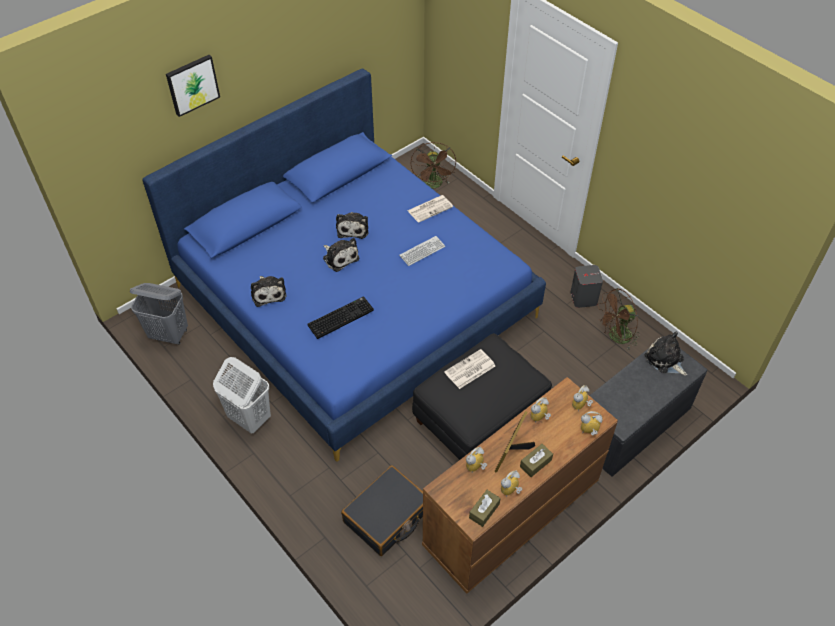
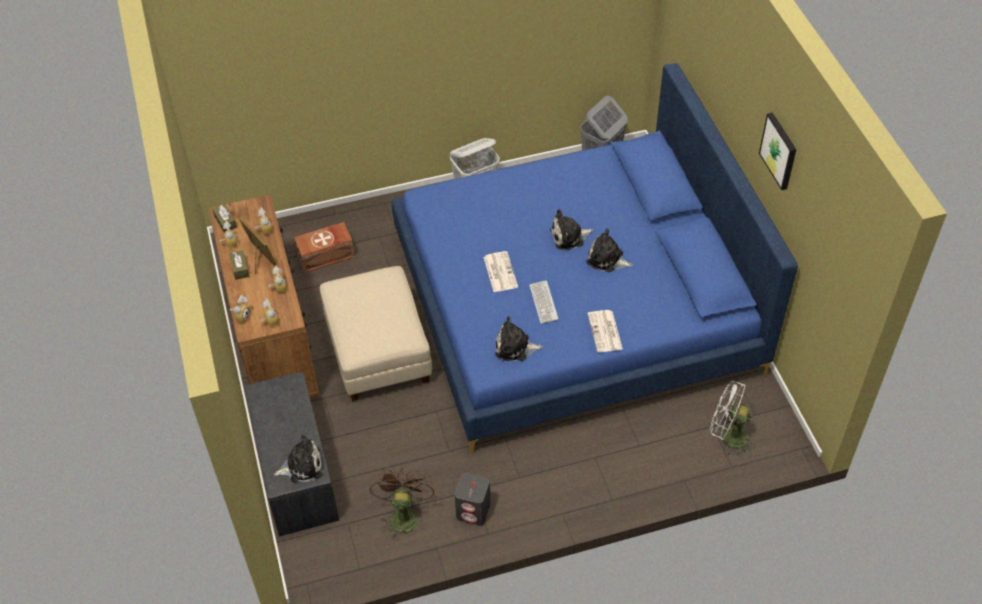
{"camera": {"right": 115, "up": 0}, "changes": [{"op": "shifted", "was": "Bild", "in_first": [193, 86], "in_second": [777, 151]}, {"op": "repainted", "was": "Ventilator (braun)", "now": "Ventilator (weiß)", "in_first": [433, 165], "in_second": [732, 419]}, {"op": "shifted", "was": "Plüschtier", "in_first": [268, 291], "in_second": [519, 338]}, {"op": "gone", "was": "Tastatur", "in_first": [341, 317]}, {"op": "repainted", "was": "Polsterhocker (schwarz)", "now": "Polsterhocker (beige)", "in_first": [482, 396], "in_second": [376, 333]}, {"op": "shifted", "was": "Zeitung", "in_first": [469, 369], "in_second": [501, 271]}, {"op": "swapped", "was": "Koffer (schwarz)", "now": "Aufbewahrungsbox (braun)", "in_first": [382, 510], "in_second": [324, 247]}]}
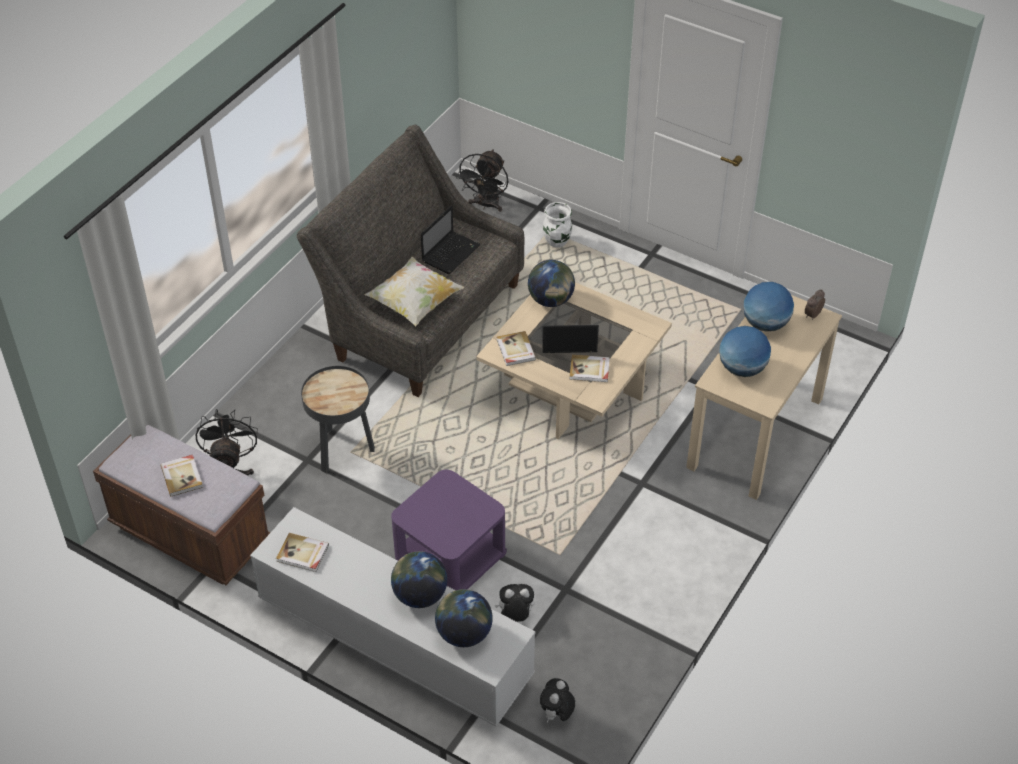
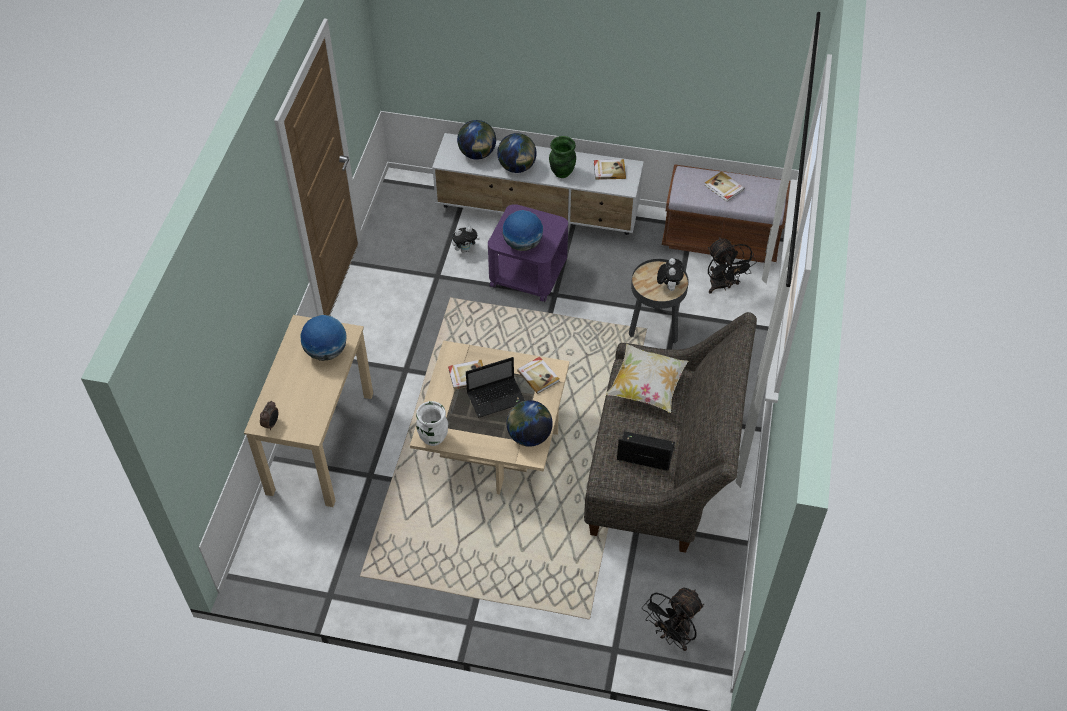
{"camera": {"right": 160, "up": 5}, "changes": [{"op": "rotated", "was": "Ventilator (schwarz)", "in_first": [482, 180], "in_second": [673, 619], "clockwise": -135}, {"op": "shifted", "was": "Vase (weiß)", "in_first": [557, 225], "in_second": [432, 423]}, {"op": "rotated", "was": "Laptop", "in_first": [450, 239], "in_second": [646, 451], "clockwise": 90}, {"op": "shifted", "was": "Globus", "in_first": [768, 307], "in_second": [523, 230]}, {"op": "shifted", "was": "Plüschtier", "in_first": [557, 700], "in_second": [670, 274]}, {"op": "new", "now": "Vase (grün)", "in_second": [562, 157]}]}
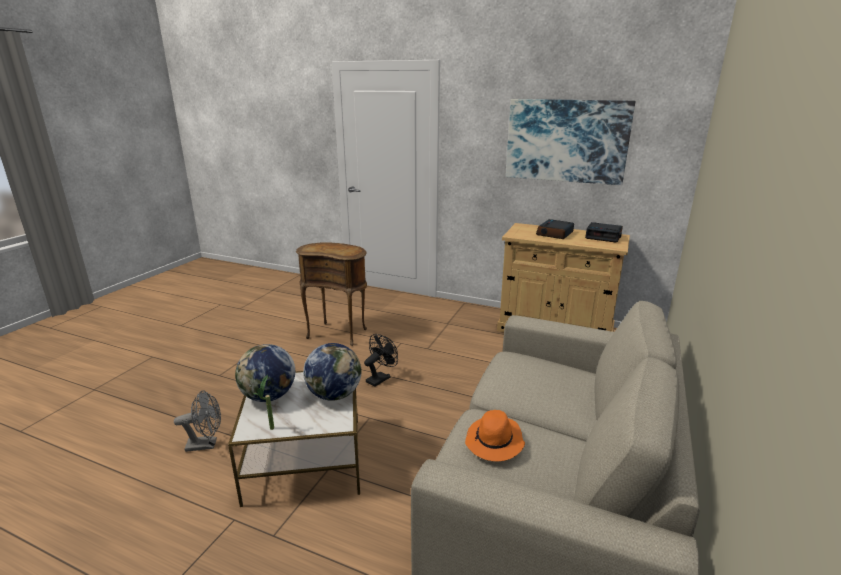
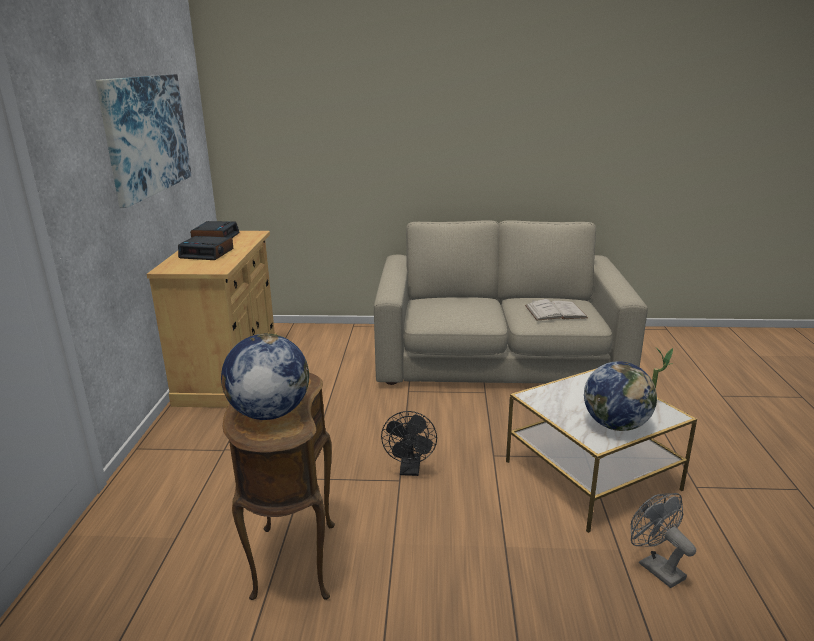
{"camera": {"right": -110, "up": 0}, "changes": [{"op": "rotated", "was": "Ventilator (schwarz)", "in_first": [381, 360], "in_second": [409, 443], "clockwise": -105}, {"op": "shifted", "was": "Globus", "in_first": [332, 372], "in_second": [265, 377]}, {"op": "swapped", "was": "Hut (orange)", "now": "Buch (weiß)", "in_first": [495, 436], "in_second": [556, 309]}]}
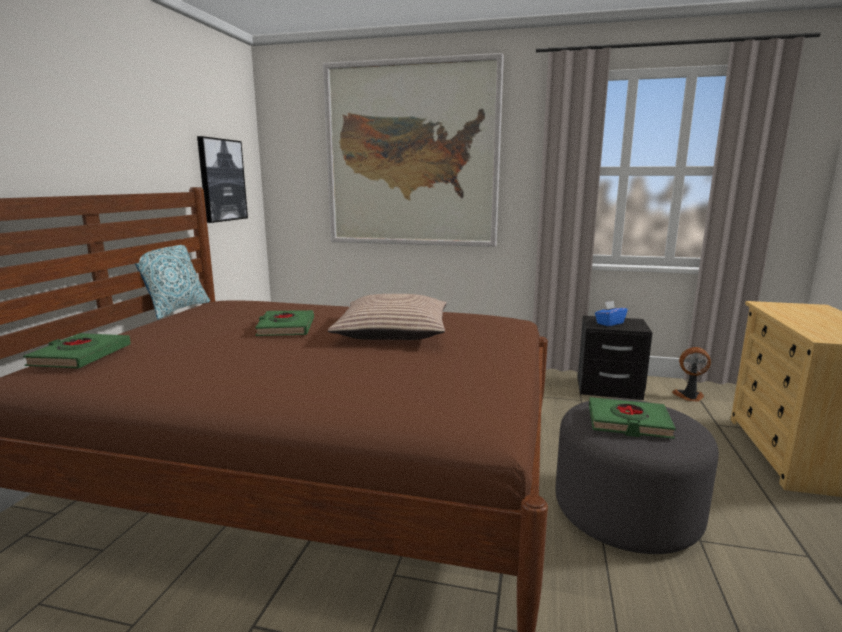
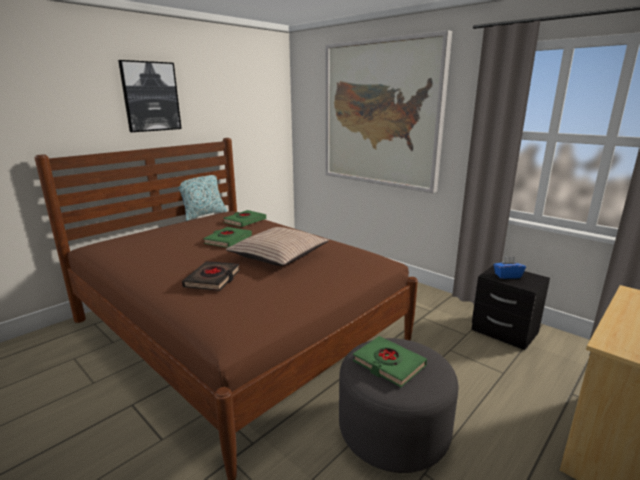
{"camera": {"right": 30, "up": 5}, "changes": [{"op": "shifted", "was": "Bild", "in_first": [222, 179], "in_second": [150, 96]}, {"op": "shifted", "was": "Buch (grün)", "in_first": [77, 351], "in_second": [244, 218]}, {"op": "gone", "was": "Ventilator", "in_first": [691, 374]}, {"op": "new", "now": "Buch (schwarz)", "in_second": [211, 276]}]}
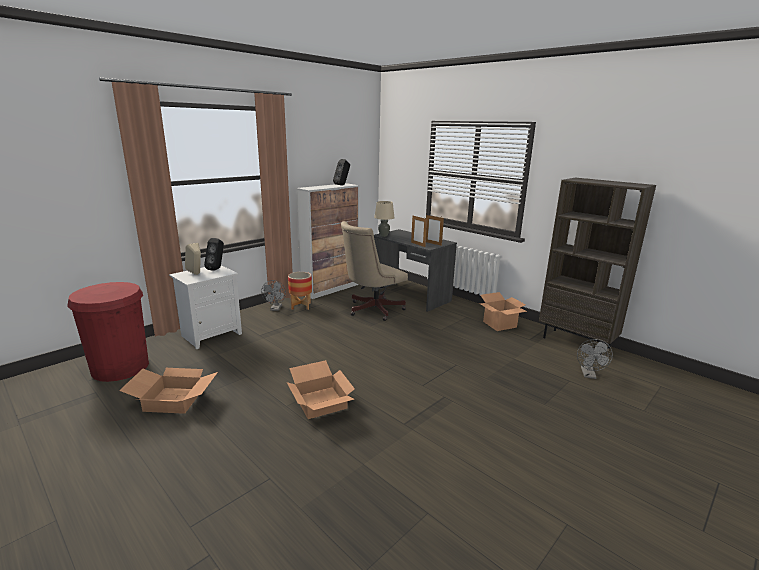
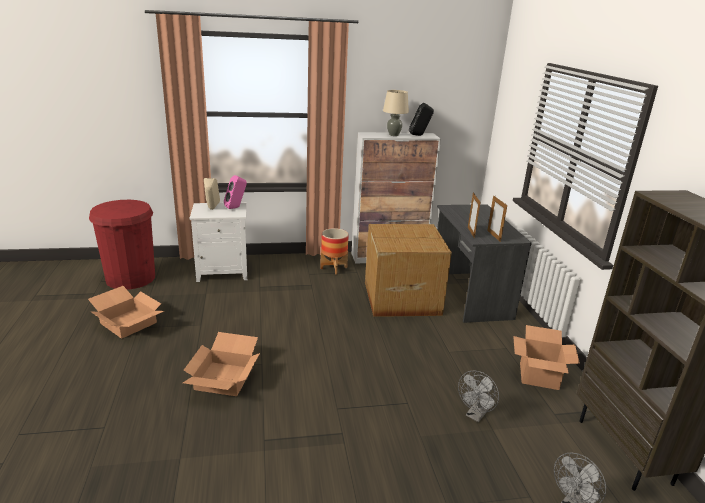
{"camera": {"right": 35, "up": 5}, "changes": [{"op": "shifted", "was": "Tischlampe (beige)", "in_first": [384, 219], "in_second": [396, 113]}, {"op": "swapped", "was": "Bürostuhl (beige)", "now": "Karton", "in_first": [374, 271], "in_second": [408, 270]}, {"op": "repainted", "was": "Lautsprecher (schwarz)", "now": "Lautsprecher (rosa)", "in_first": [214, 254], "in_second": [235, 192]}, {"op": "shifted", "was": "Ventilator (grau)", "in_first": [273, 295], "in_second": [478, 396]}]}
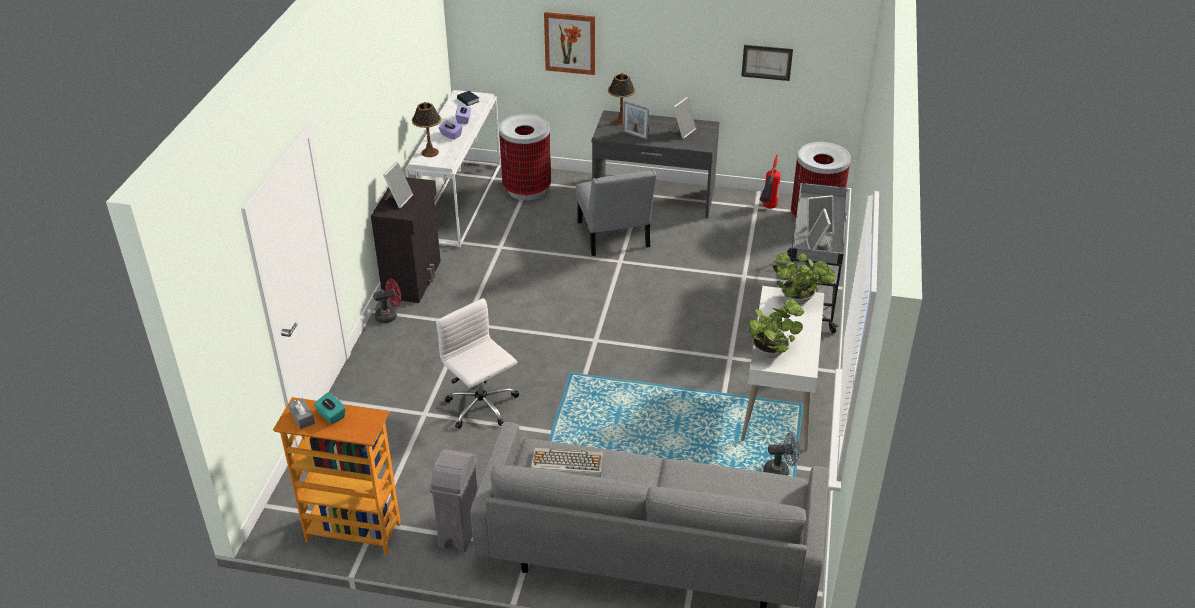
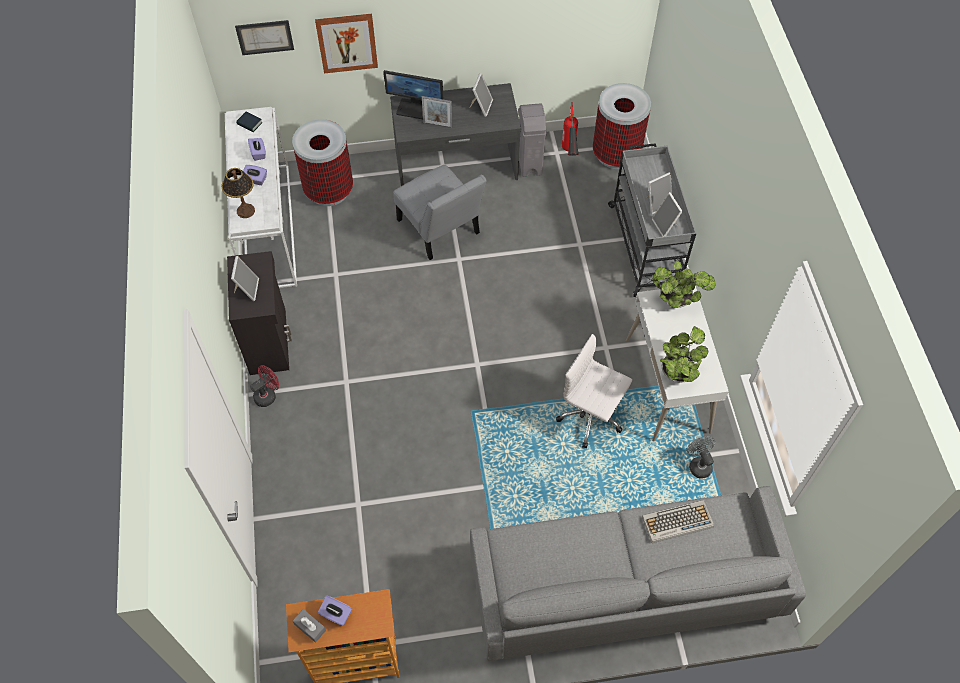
{"camera": {"right": -20, "up": 20}, "changes": [{"op": "shifted", "was": "Bild", "in_first": [767, 63], "in_second": [264, 37]}, {"op": "swapped", "was": "Tischlampe", "now": "Monitor", "in_first": [622, 99], "in_second": [413, 94]}, {"op": "shifted", "was": "Bürostuhl (weiß)", "in_first": [477, 363], "in_second": [594, 391]}, {"op": "repainted", "was": "Taschentuchbox (türkis)", "now": "Taschentuchbox (lila)", "in_first": [329, 408], "in_second": [335, 610]}, {"op": "rotated", "was": "Ventilator (grau)", "in_first": [782, 454], "in_second": [701, 457], "clockwise": -90}, {"op": "shifted", "was": "Tastatur", "in_first": [567, 462], "in_second": [678, 521]}, {"op": "shifted", "was": "Mülleimer (grau)", "in_first": [453, 500], "in_second": [532, 140]}]}
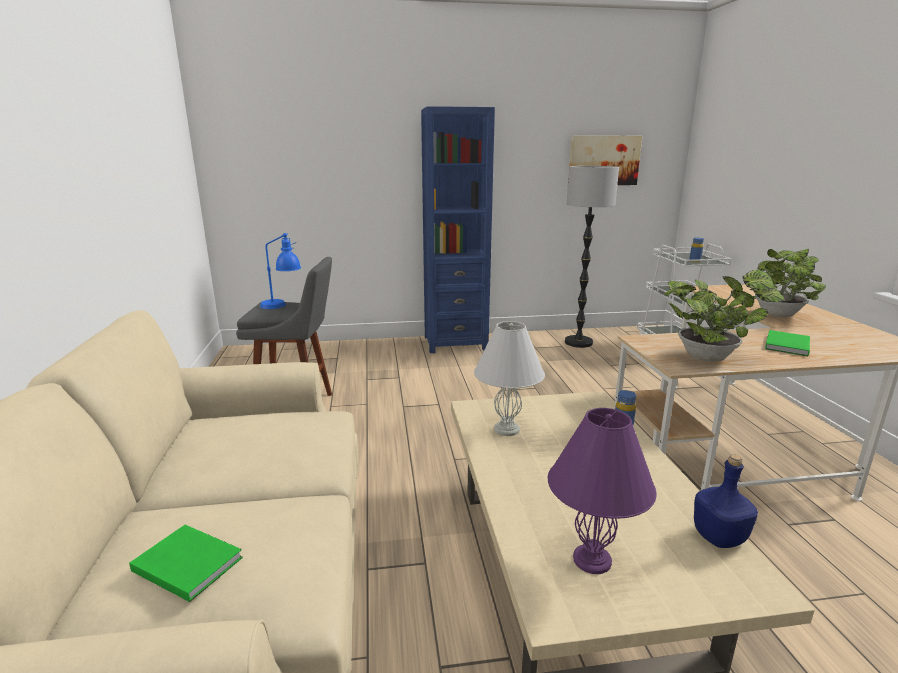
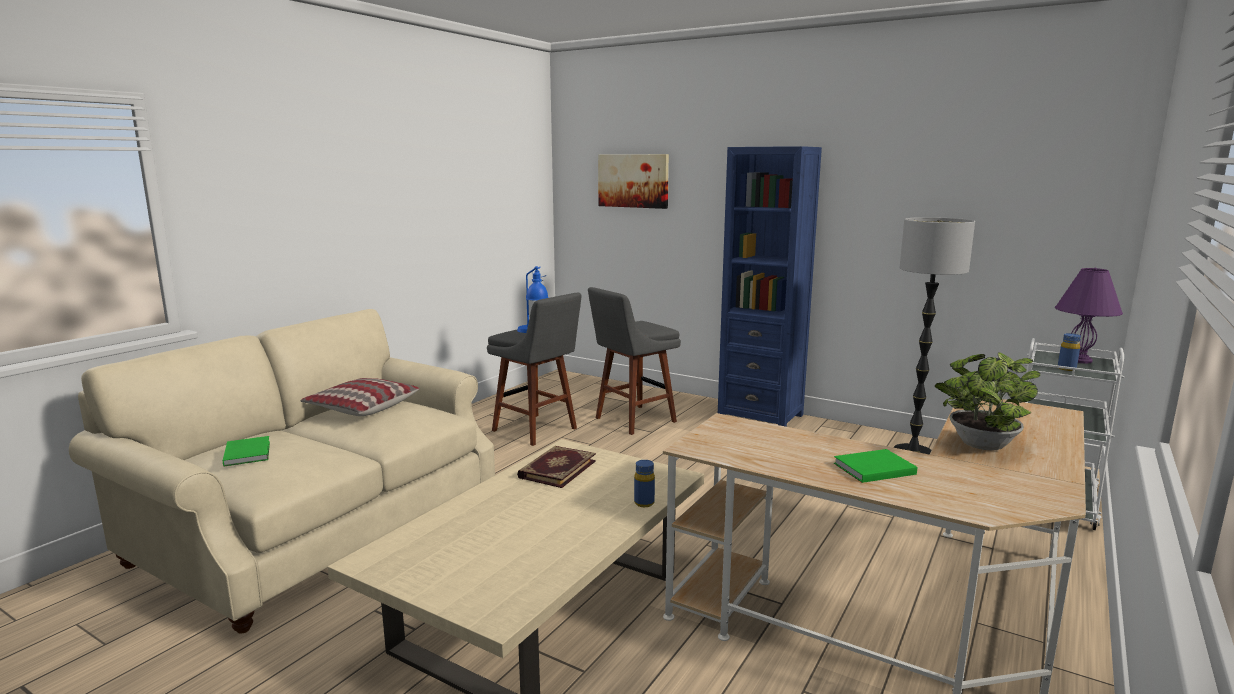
{"camera": {"right": 40, "up": -5}, "changes": [{"op": "shifted", "was": "Bild", "in_first": [605, 160], "in_second": [633, 181]}, {"op": "gone", "was": "Topfpflanze", "in_first": [725, 316]}, {"op": "swapped", "was": "Tischlampe (weiß)", "now": "Buch", "in_first": [509, 378], "in_second": [556, 467]}, {"op": "shifted", "was": "Tischlampe (lila)", "in_first": [602, 491], "in_second": [1089, 315]}, {"op": "gone", "was": "Flasche (blau)", "in_first": [726, 501]}, {"op": "new", "now": "Hocker (grau)", "in_second": [634, 361]}, {"op": "new", "now": "Kissen", "in_second": [360, 397]}]}
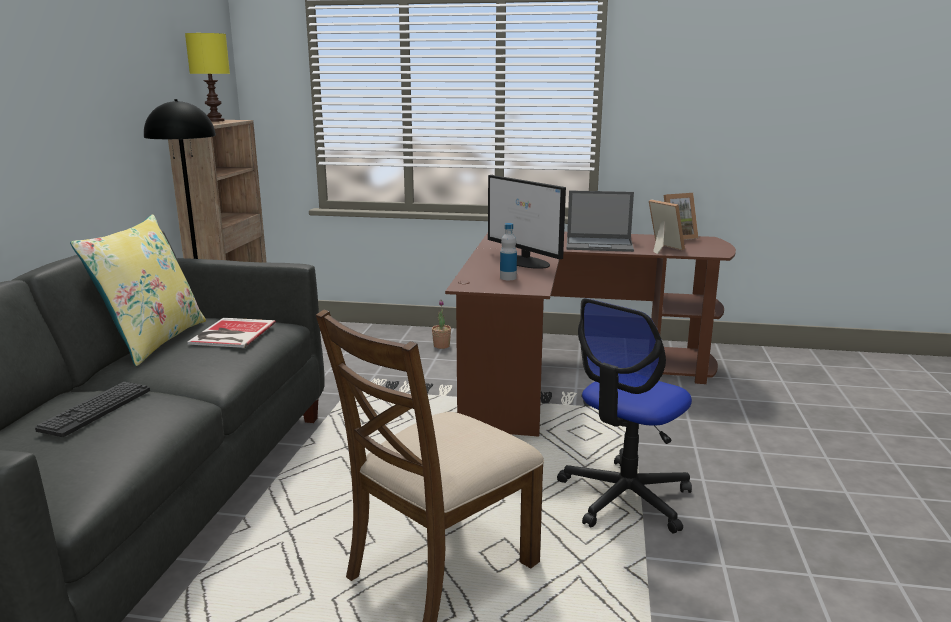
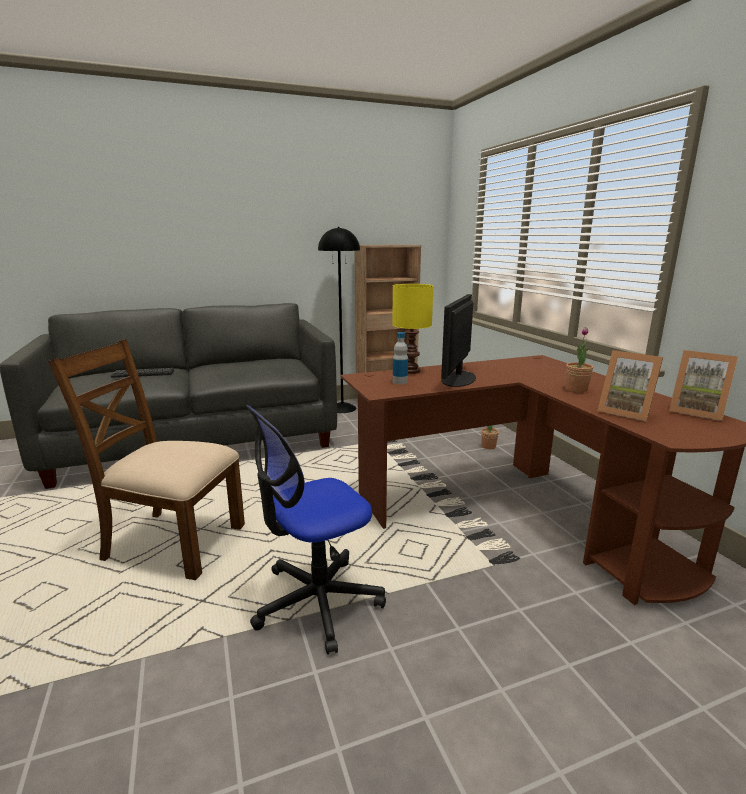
{"camera": {"right": 60, "up": 0}, "changes": [{"op": "shifted", "was": "Tischlampe (gelb)", "in_first": [207, 77], "in_second": [412, 329]}, {"op": "swapped", "was": "Laptop", "now": "Topfpflanze", "in_first": [600, 221], "in_second": [579, 360]}, {"op": "rotated", "was": "Bilderrahmen", "in_first": [667, 226], "in_second": [630, 385], "clockwise": 105}, {"op": "gone", "was": "Kissen (gelb)", "in_first": [138, 290]}, {"op": "rotated", "was": "Bürostuhl", "in_first": [624, 415], "in_second": [316, 530], "clockwise": -45}, {"op": "gone", "was": "Buch", "in_first": [232, 333]}]}
